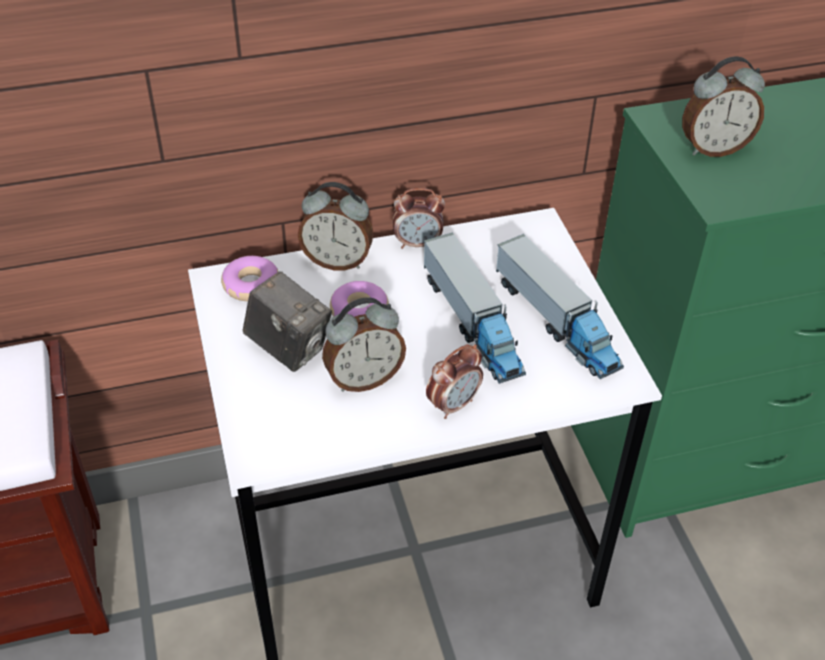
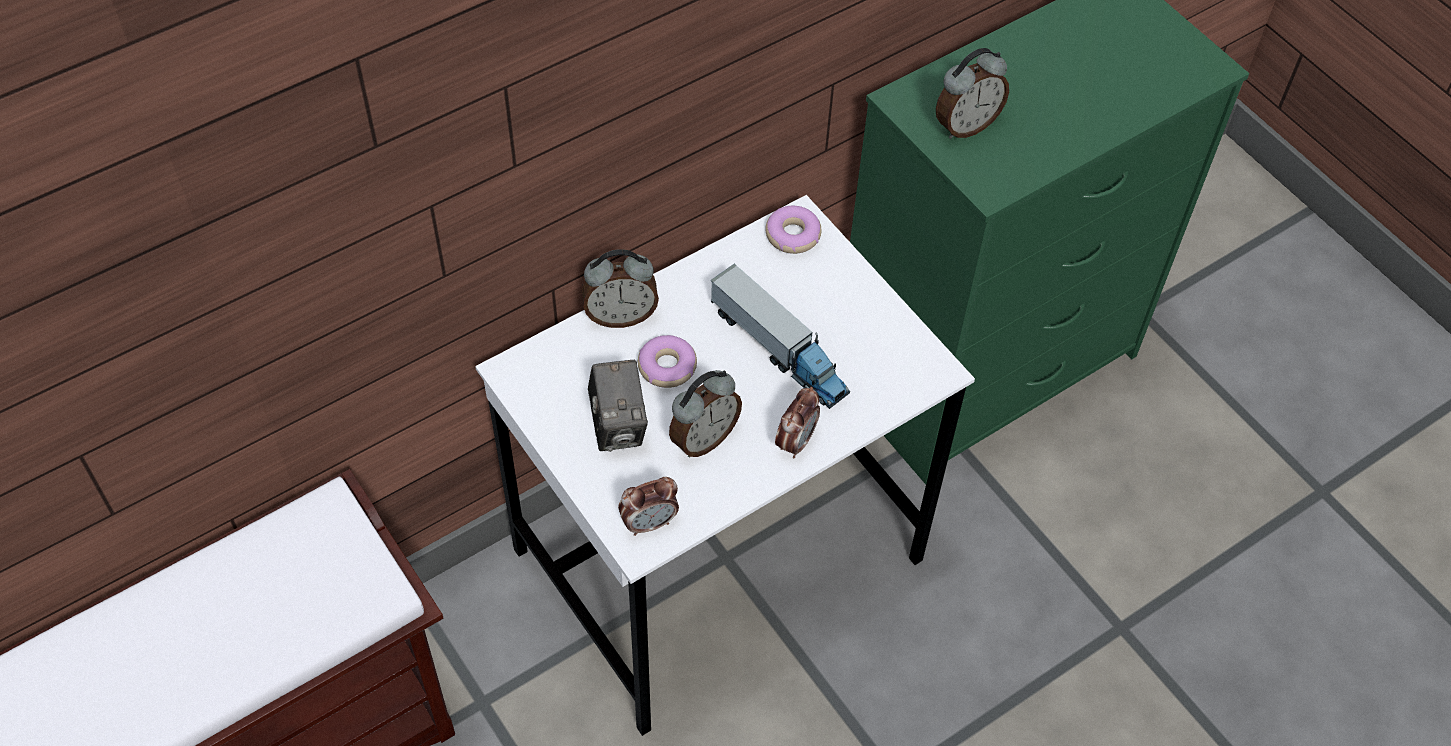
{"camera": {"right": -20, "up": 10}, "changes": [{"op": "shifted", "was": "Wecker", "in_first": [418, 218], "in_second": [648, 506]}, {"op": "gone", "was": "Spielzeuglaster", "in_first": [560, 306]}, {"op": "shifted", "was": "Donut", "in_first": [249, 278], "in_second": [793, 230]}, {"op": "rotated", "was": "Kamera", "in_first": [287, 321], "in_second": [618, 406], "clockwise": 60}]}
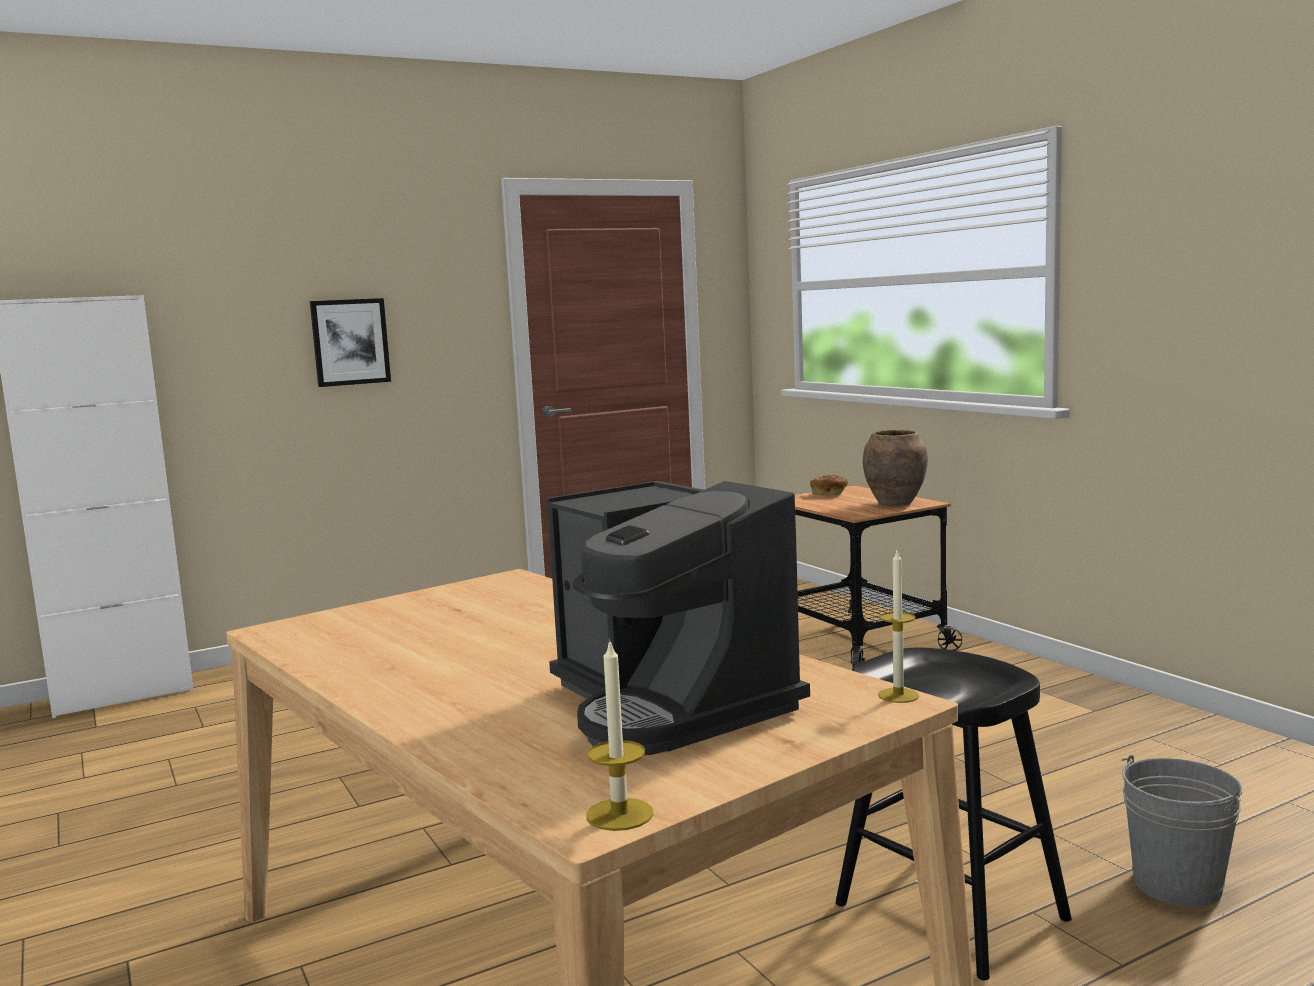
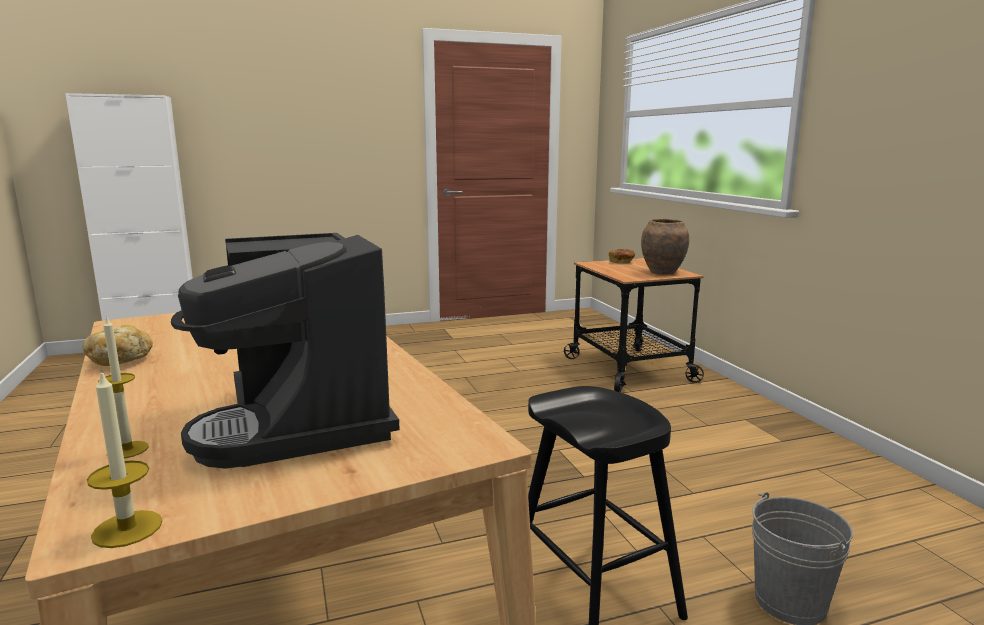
{"camera": {"right": 10, "up": 5}, "changes": [{"op": "gone", "was": "Bild", "in_first": [350, 342]}, {"op": "shifted", "was": "Kerze", "in_first": [898, 627], "in_second": [123, 387]}, {"op": "new", "now": "Brot", "in_second": [117, 345]}]}
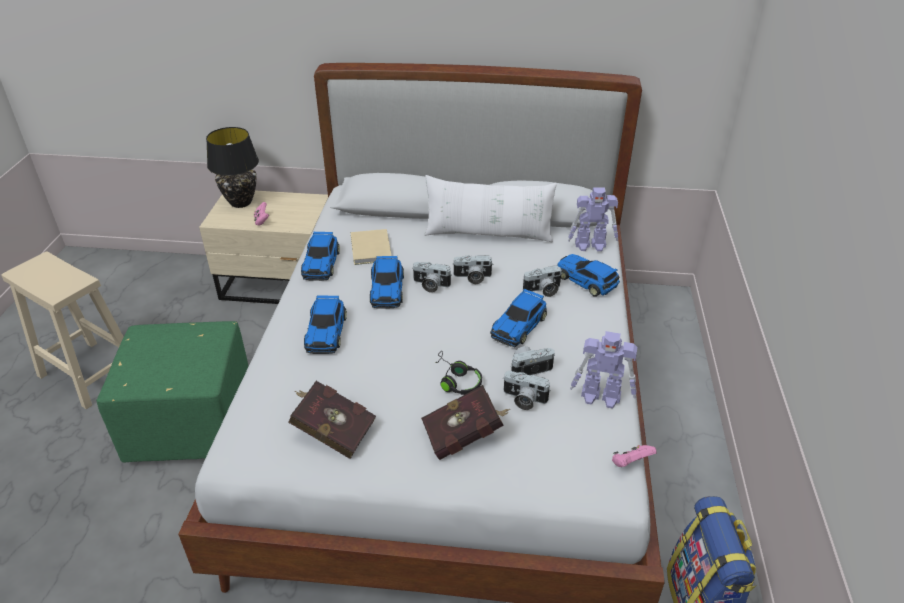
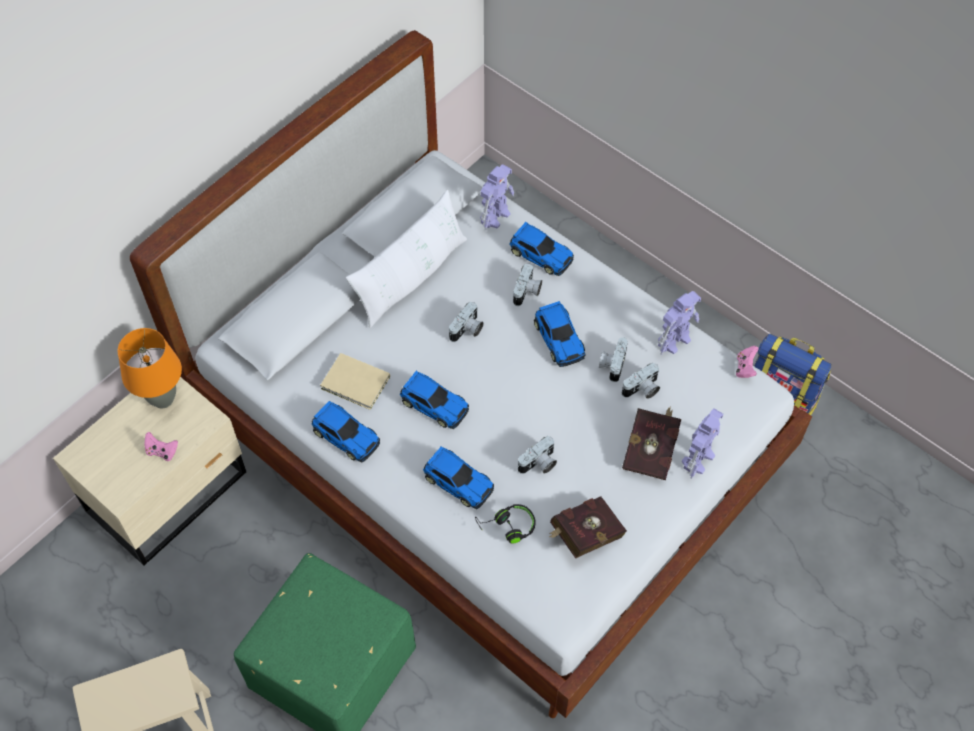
{"camera": {"right": -55, "up": 20}, "changes": [{"op": "gone", "was": "Tischlampe (schwarz)", "in_first": [232, 167]}, {"op": "rotated", "was": "Spielzeugauto", "in_first": [589, 275], "in_second": [541, 249], "clockwise": -135}, {"op": "shifted", "was": "Kamera", "in_first": [432, 277], "in_second": [537, 455]}, {"op": "shifted", "was": "Kopfhörer (schwarz)", "in_first": [459, 373], "in_second": [505, 523]}, {"op": "new", "now": "Tischlampe (orange)", "in_second": [149, 368]}, {"op": "new", "now": "Spielzeugroboter", "in_second": [702, 443]}]}
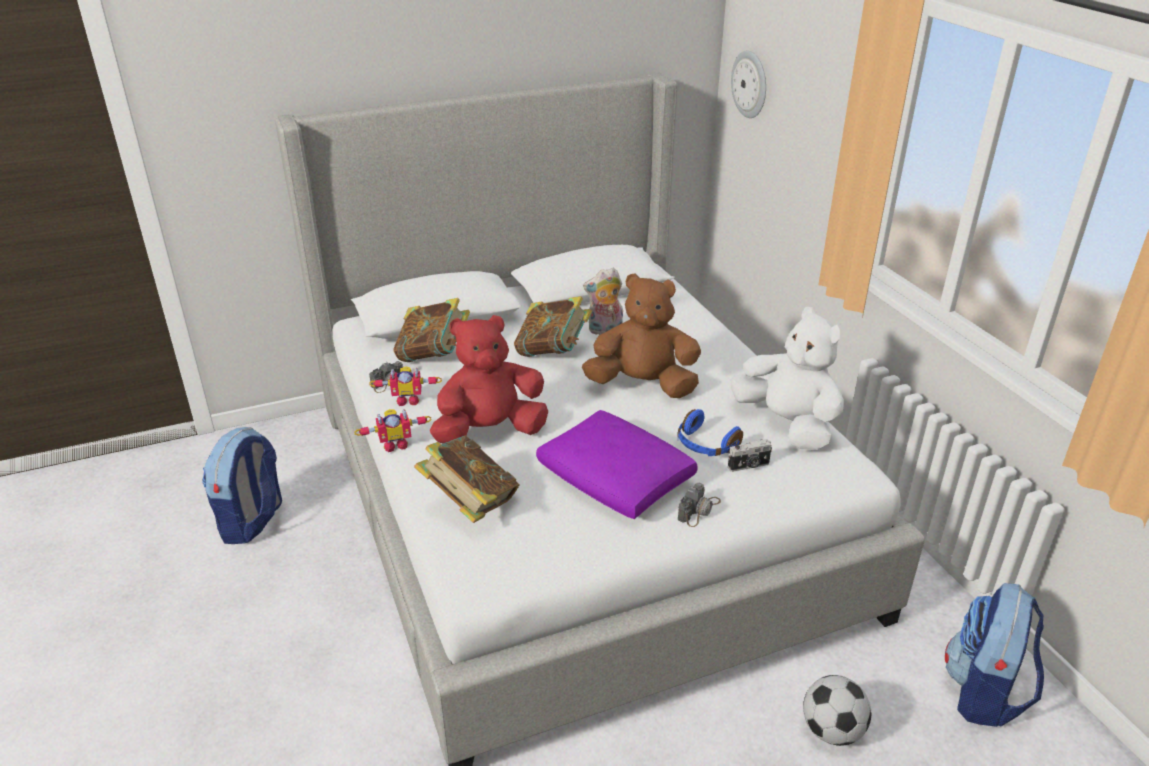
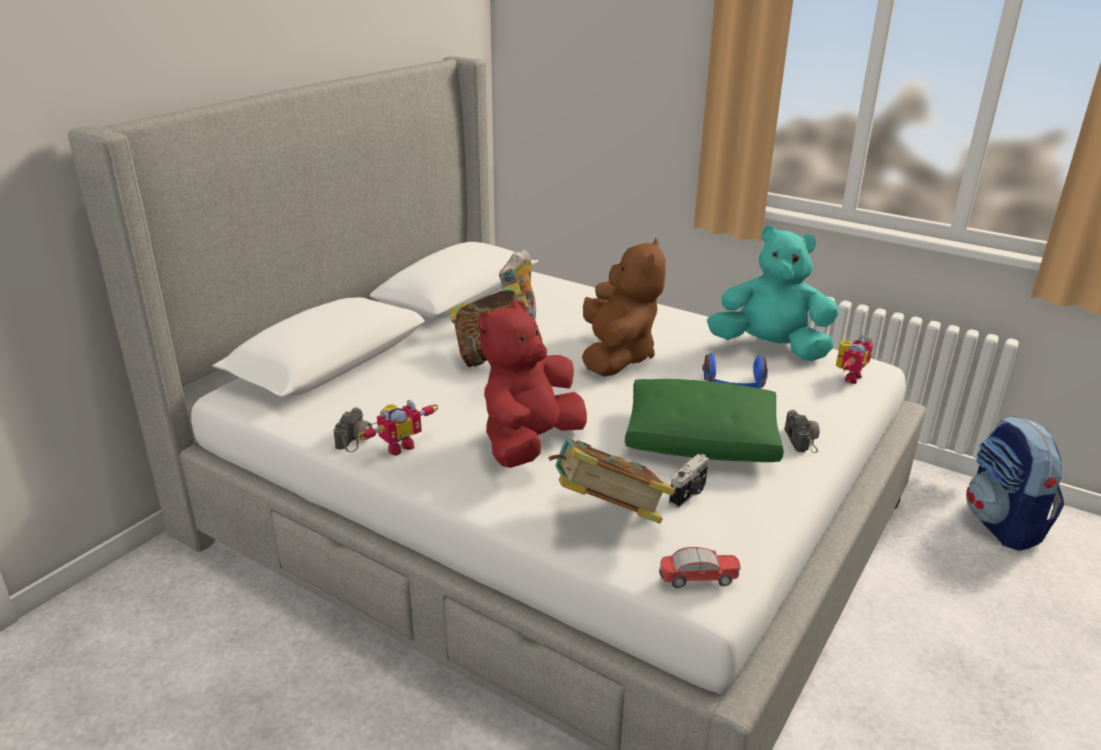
{"camera": {"right": -35, "up": -5}, "changes": [{"op": "gone", "was": "Wanduhr", "in_first": [748, 84]}, {"op": "rotated", "was": "Plüschtier (braun)", "in_first": [641, 335], "in_second": [624, 307], "clockwise": 120}, {"op": "gone", "was": "Buch", "in_first": [431, 330]}, {"op": "repainted", "was": "Plüschtier (weiß)", "now": "Plüschtier (türkis)", "in_first": [787, 378], "in_second": [773, 293]}, {"op": "shifted", "was": "Spielzeugroboter", "in_first": [393, 430], "in_second": [854, 359]}, {"op": "repainted", "was": "Kissen (lila)", "now": "Kissen (grün)", "in_first": [617, 464], "in_second": [704, 420]}, {"op": "gone", "was": "Rucksack", "in_first": [242, 485]}, {"op": "shifted", "was": "Kamera", "in_first": [750, 455], "in_second": [689, 481]}, {"op": "gone", "was": "Fußball", "in_first": [837, 710]}, {"op": "new", "now": "Spielzeugauto", "in_second": [700, 567]}]}
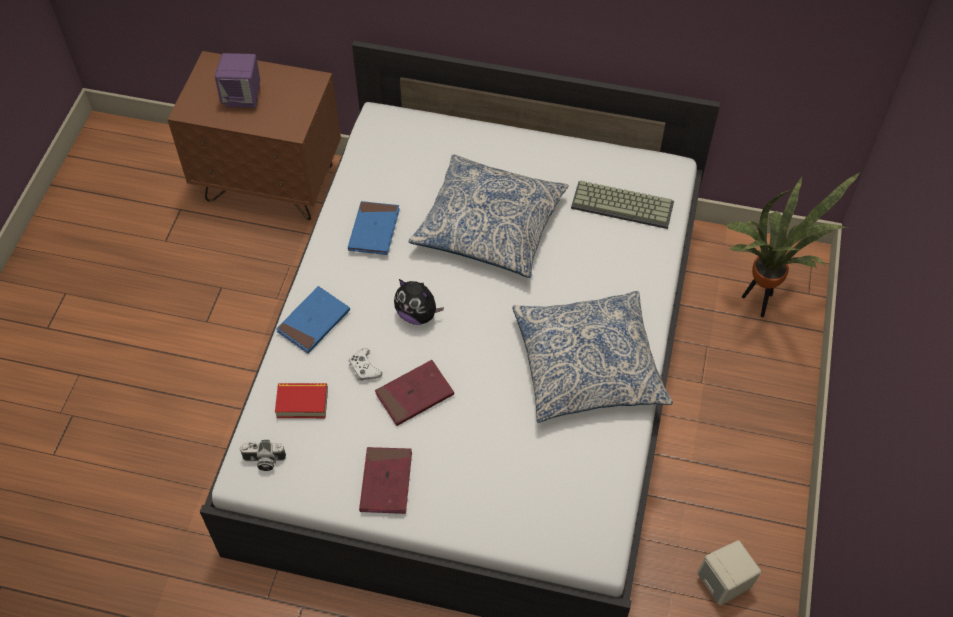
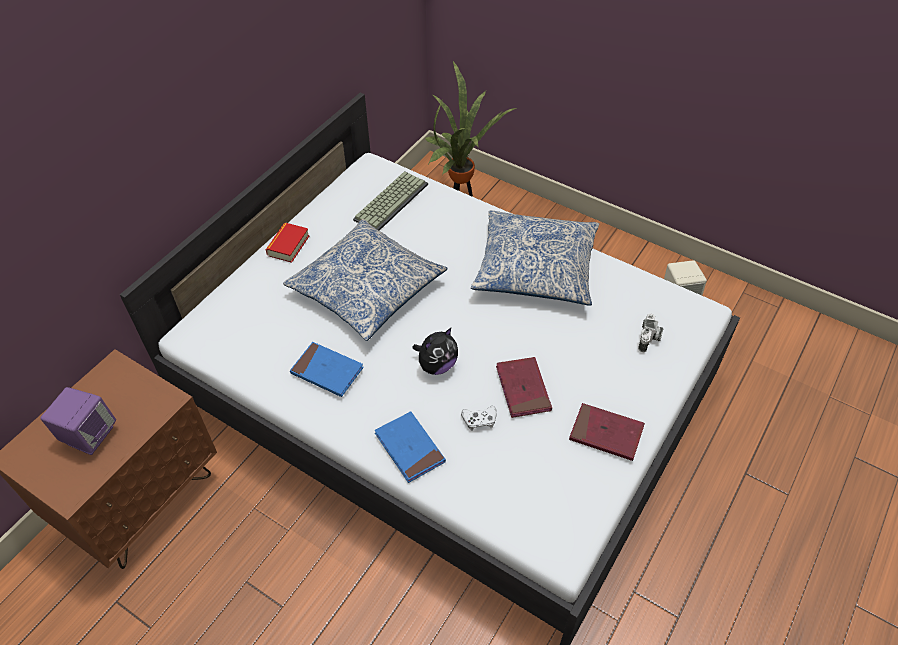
{"camera": {"right": -70, "up": -5}, "changes": [{"op": "shifted", "was": "Buch", "in_first": [301, 400], "in_second": [287, 243]}, {"op": "shifted", "was": "Kamera", "in_first": [262, 455], "in_second": [650, 333]}]}
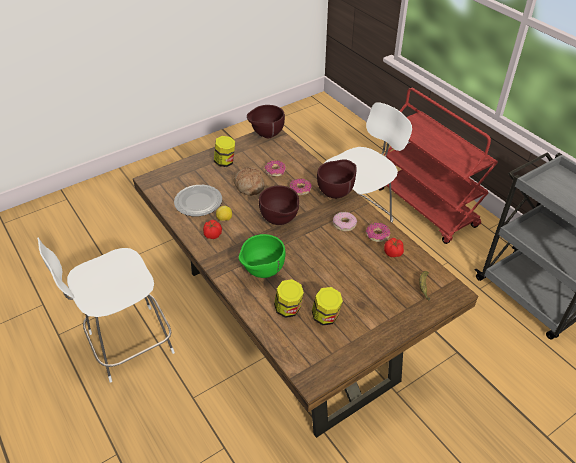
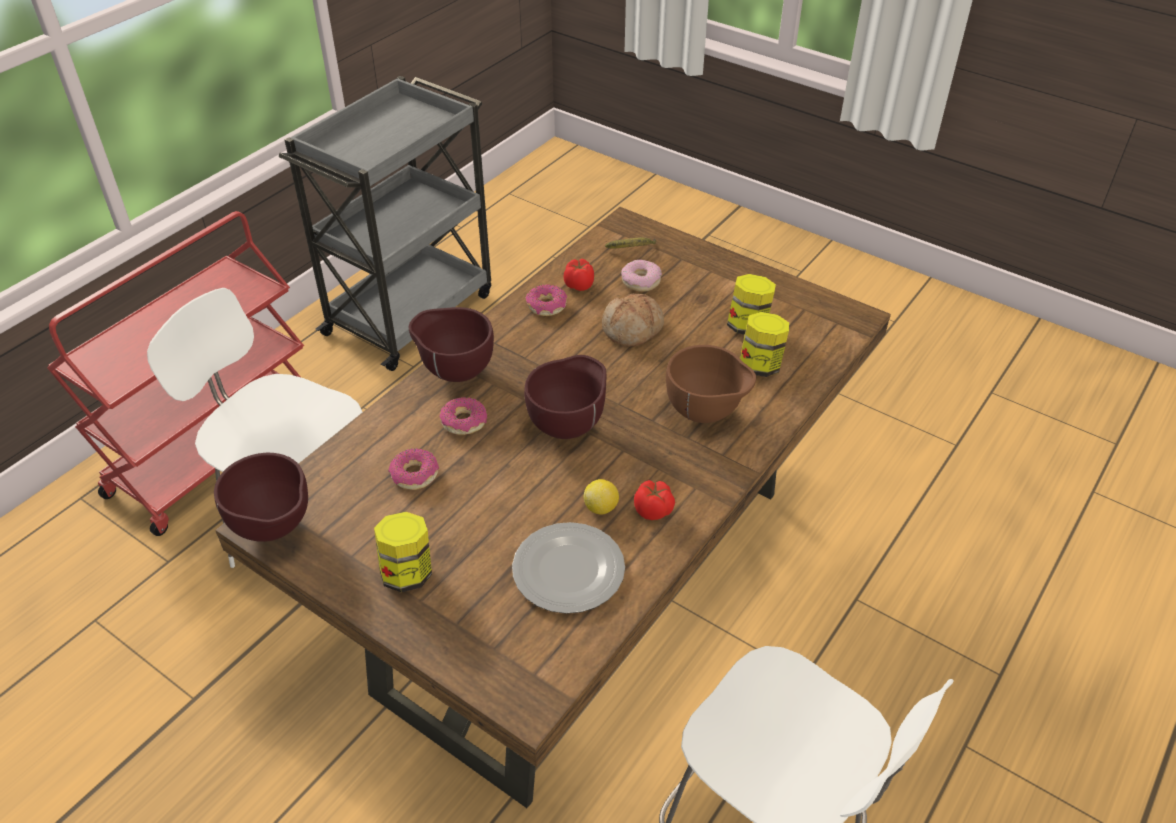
{"camera": {"right": -110, "up": 0}, "changes": [{"op": "shifted", "was": "Brot", "in_first": [249, 181], "in_second": [633, 320]}, {"op": "shifted", "was": "Donut", "in_first": [345, 221], "in_second": [641, 275]}, {"op": "repainted", "was": "Schüssel (grün)", "now": "Schüssel (braun)", "in_first": [262, 256], "in_second": [711, 384]}]}
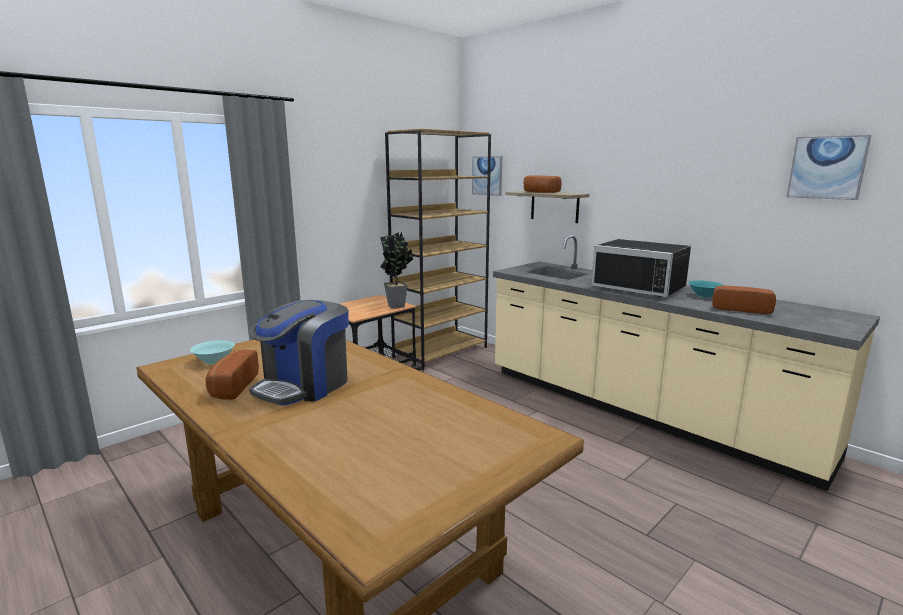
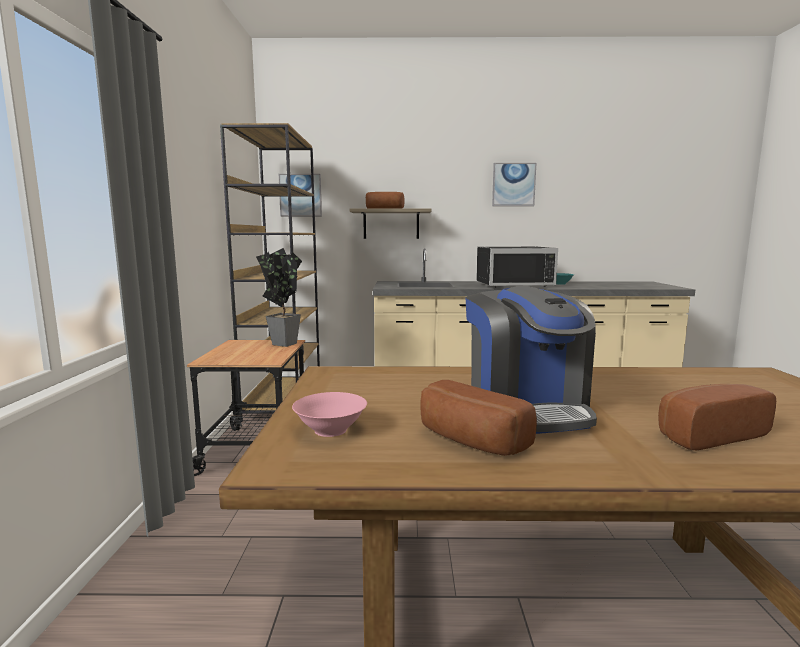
{"camera": {"right": -45, "up": -5}, "changes": [{"op": "shifted", "was": "Bild", "in_first": [828, 167], "in_second": [514, 184]}, {"op": "shifted", "was": "Brot", "in_first": [744, 299], "in_second": [717, 417]}, {"op": "repainted", "was": "Schüssel (türkis)", "now": "Schüssel (rosa)", "in_first": [212, 352], "in_second": [329, 414]}]}
